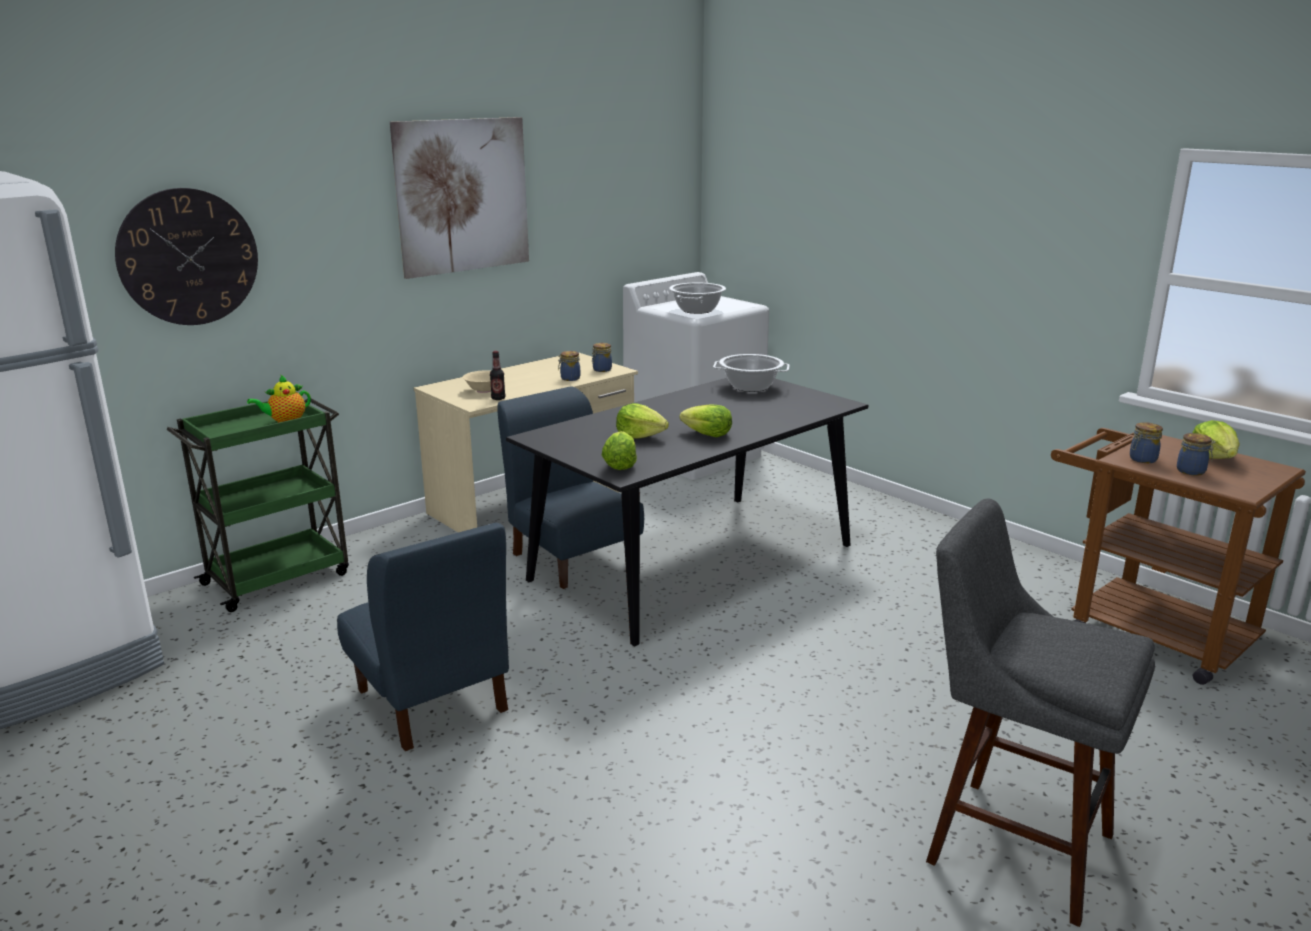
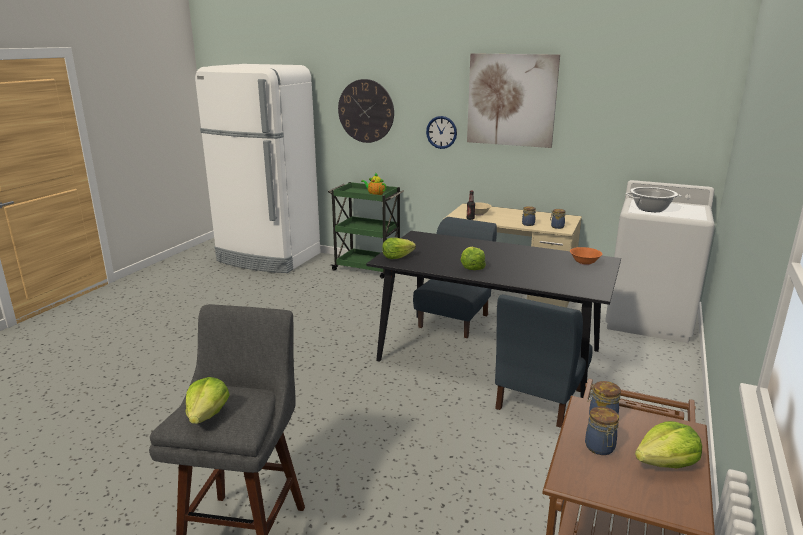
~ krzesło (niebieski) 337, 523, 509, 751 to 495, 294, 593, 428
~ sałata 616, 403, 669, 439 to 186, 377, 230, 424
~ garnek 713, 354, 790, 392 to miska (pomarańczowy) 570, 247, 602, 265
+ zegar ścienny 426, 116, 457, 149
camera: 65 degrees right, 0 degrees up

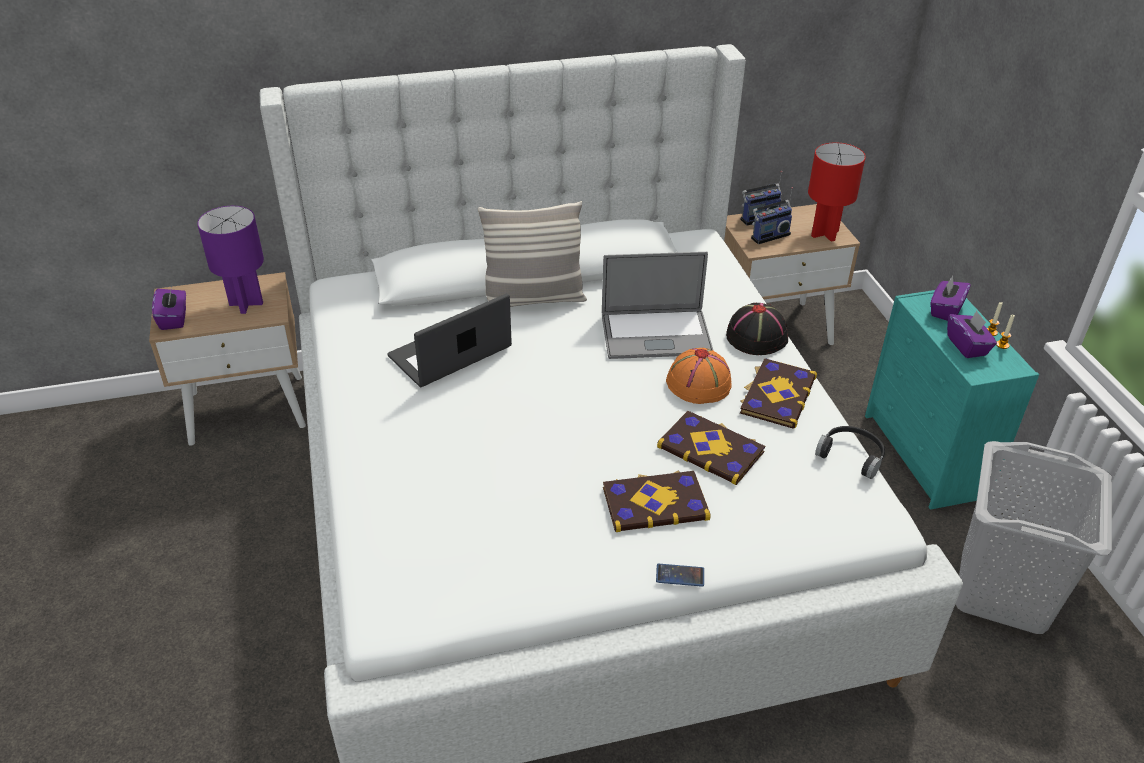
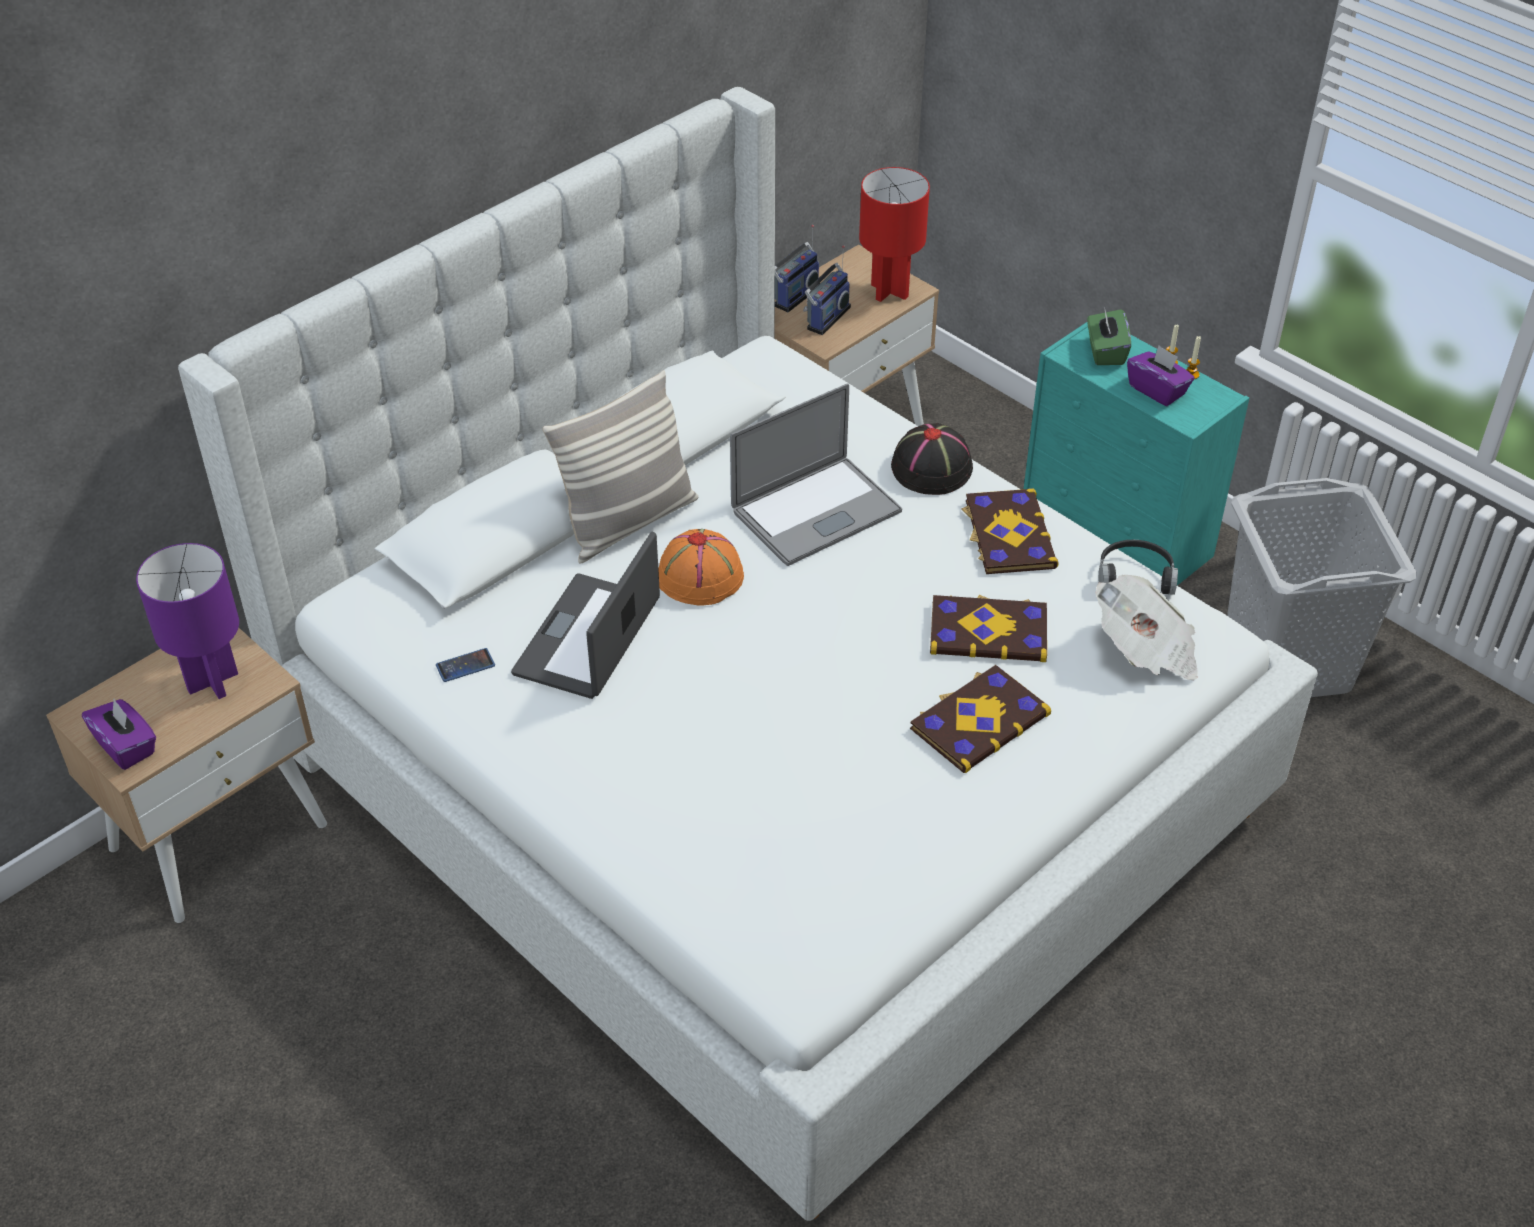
~ telefon 656, 564, 704, 587 to 436, 648, 495, 682
~ kapelusz (pomarańczowy) 666, 348, 732, 404 to 658, 529, 744, 606
~ pudełko chusteczek (fioletowy) 930, 276, 971, 321 to pudełko chusteczek (zielony) 1087, 309, 1131, 365
+ gazeta 1096, 575, 1198, 680
camera: 30 degrees left, 5 degrees up

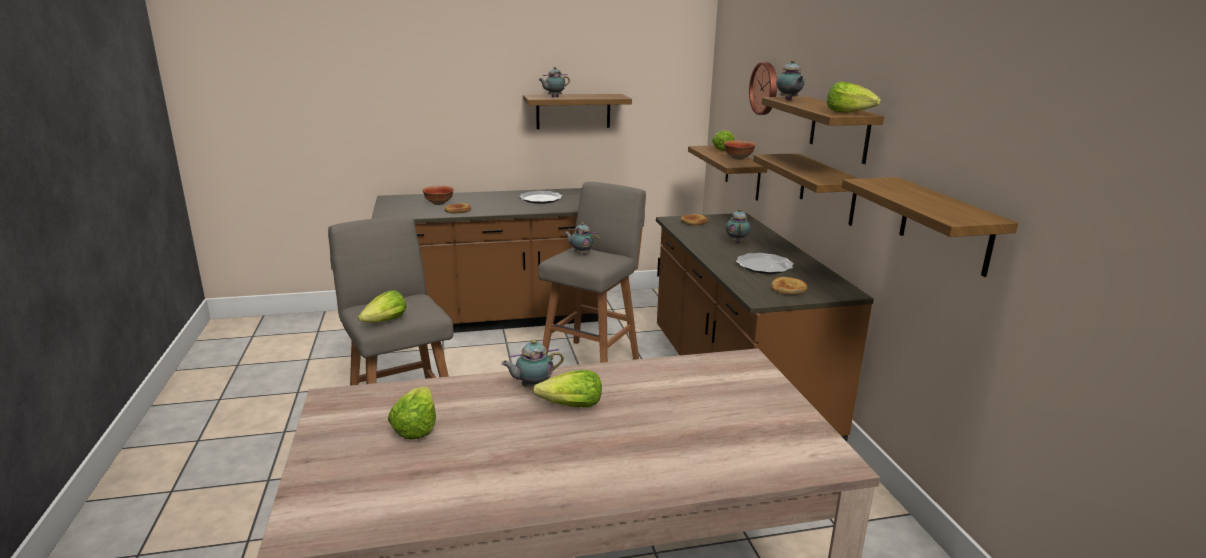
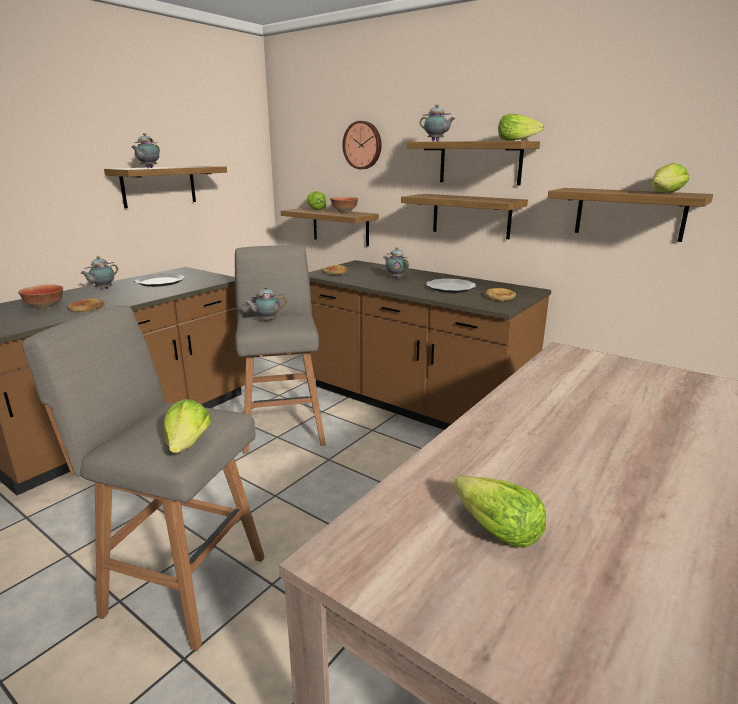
~ imbryk 501, 340, 564, 389 to 81, 256, 118, 290
~ sałata 533, 370, 602, 408 to 652, 163, 689, 193
camera: 40 degrees left, 0 degrees up

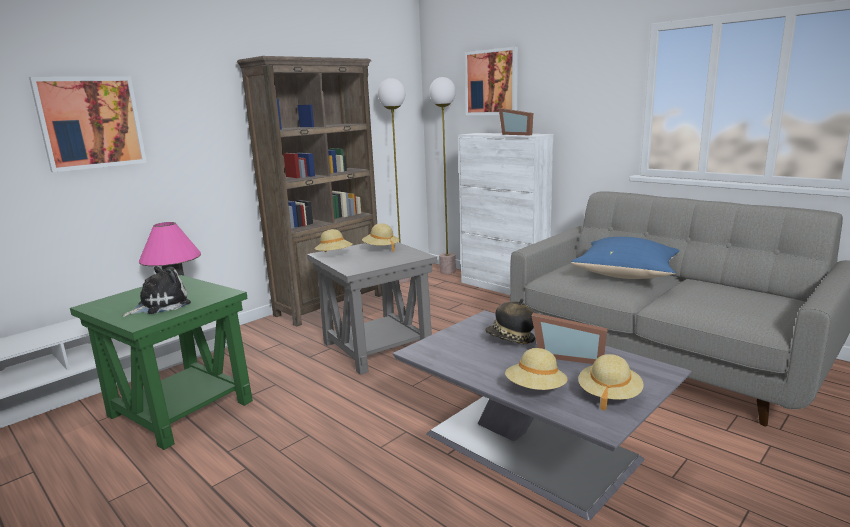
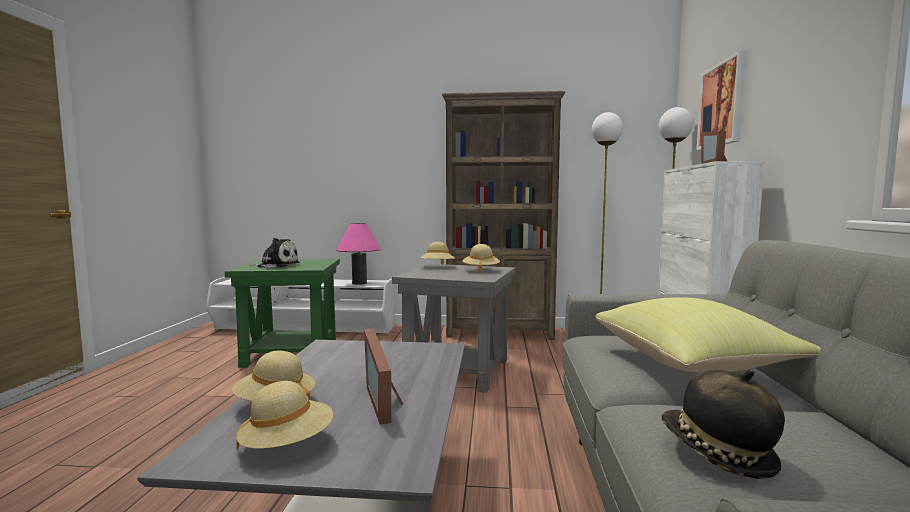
- obraz 29, 77, 147, 172
~ kapelusz 485, 299, 535, 344 to 661, 369, 785, 479
~ poduszka (niebieski) 571, 237, 679, 279 to poduszka (żółty) 595, 297, 821, 373
camera: 50 degrees right, 10 degrees down

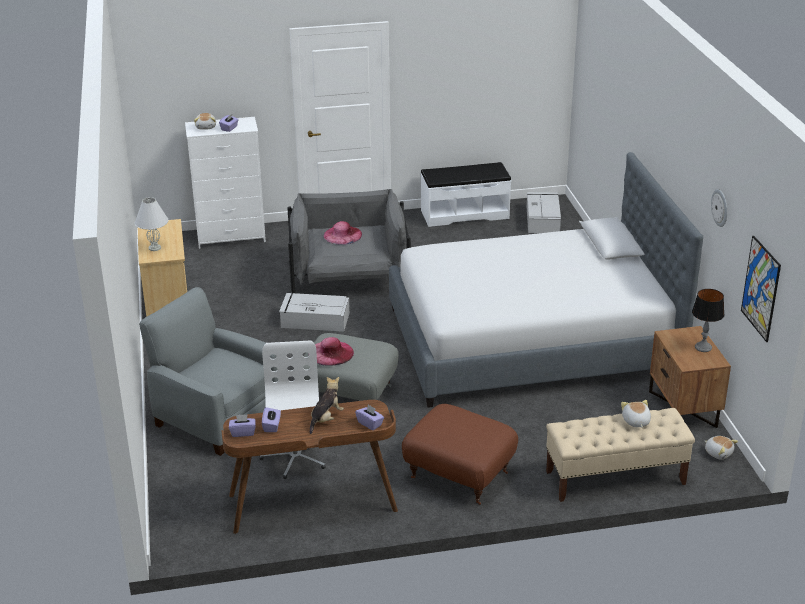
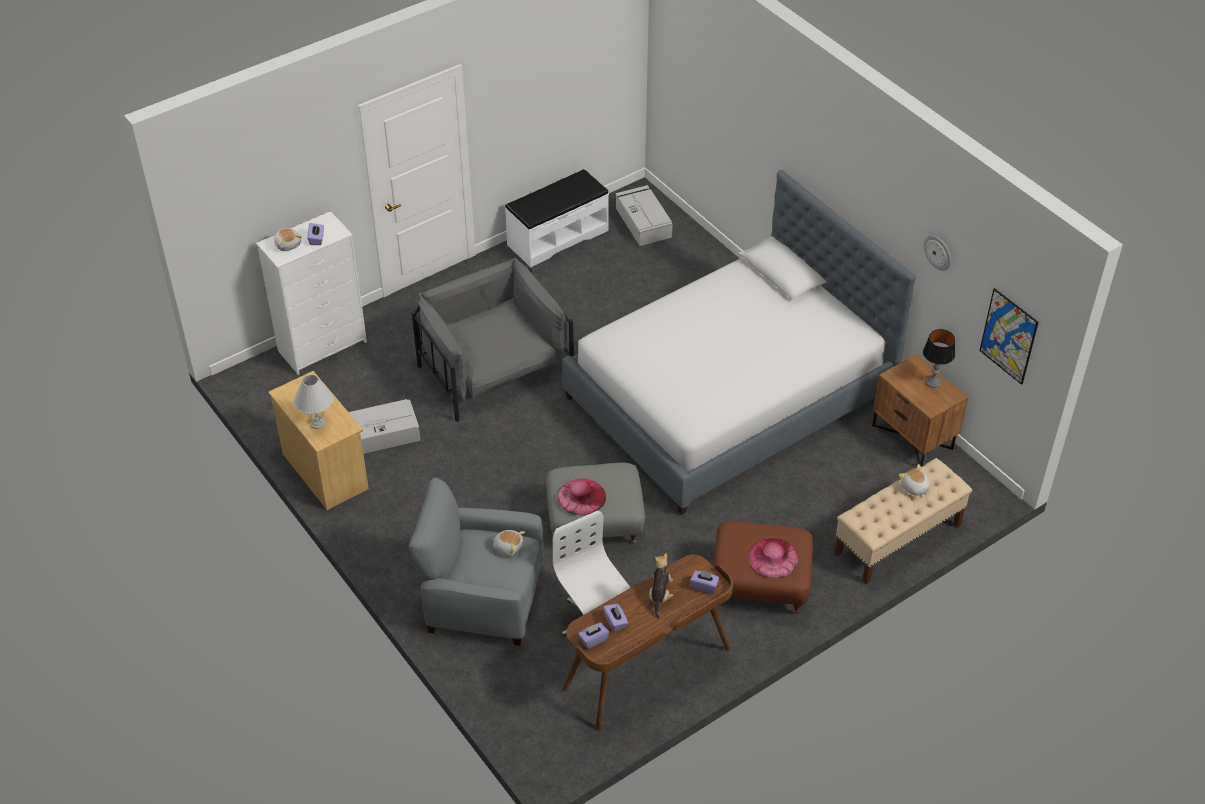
~ pojemnik do przechowywania (szary) 279, 293, 350, 332 to 349, 399, 421, 454
~ kapelusz (różowy) 324, 221, 362, 245 to 748, 538, 799, 578
~ pluszak 705, 436, 738, 460 to 491, 530, 525, 557
camera: 25 degrees left, 15 degrees up

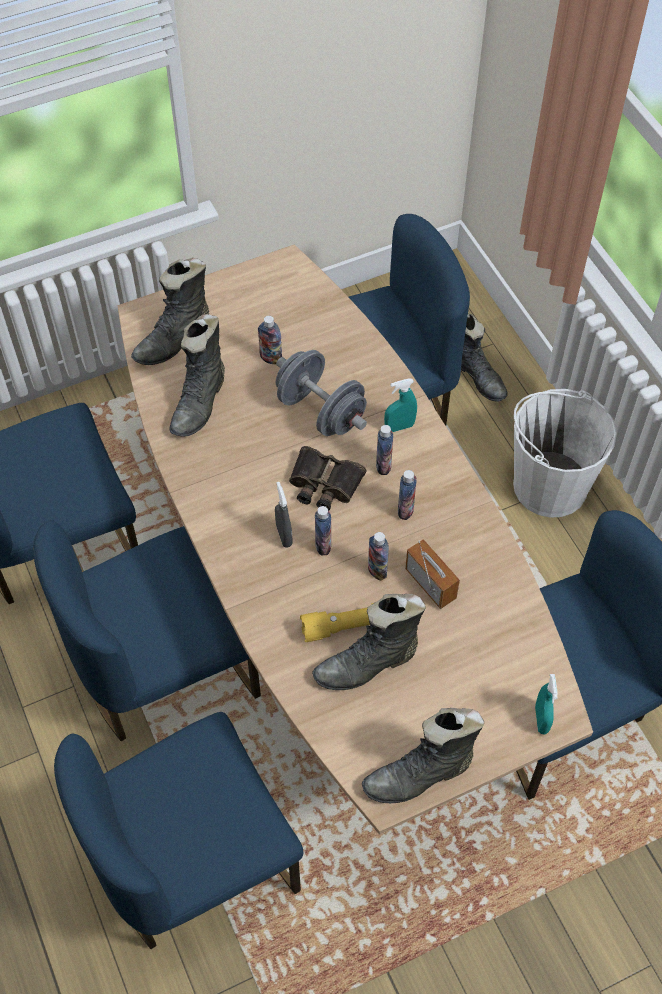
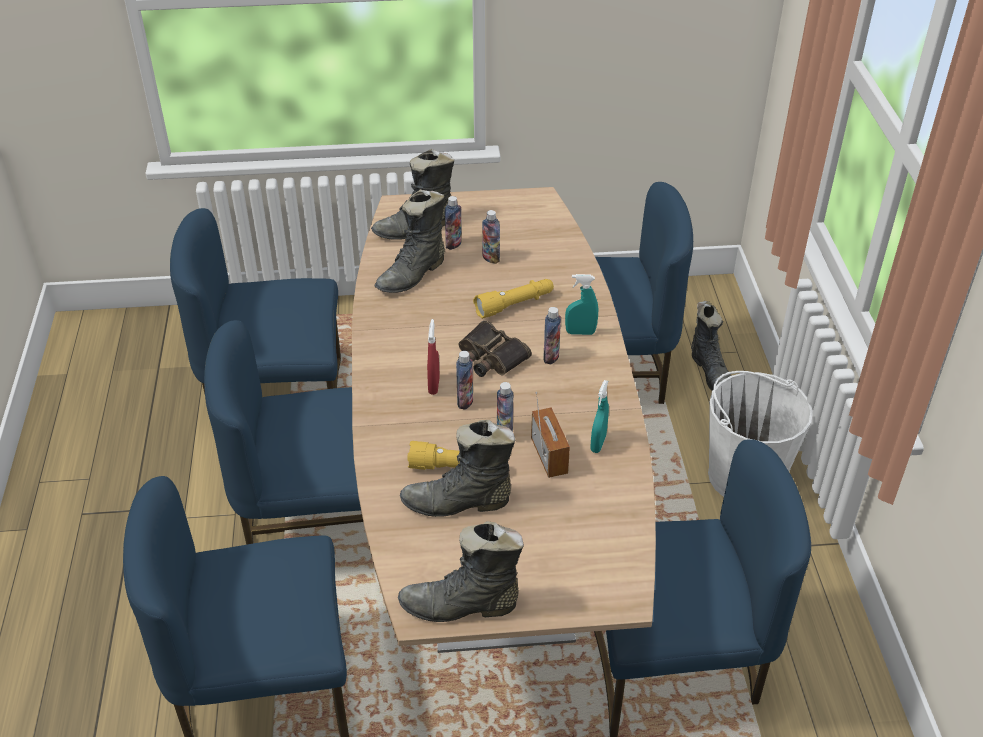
~ spryskiwacz (szary) 275, 482, 293, 548 to spryskiwacz (czerwony) 427, 319, 440, 395
~ hantel (szary) 276, 350, 367, 436 to latarka (żółty) 473, 279, 554, 319
~ butelka 398, 470, 417, 520 to 445, 196, 462, 250
~ spryskiwacz (turkusowy) 535, 674, 557, 734 to 590, 380, 609, 453
camera: 20 degrees right, 15 degrees down

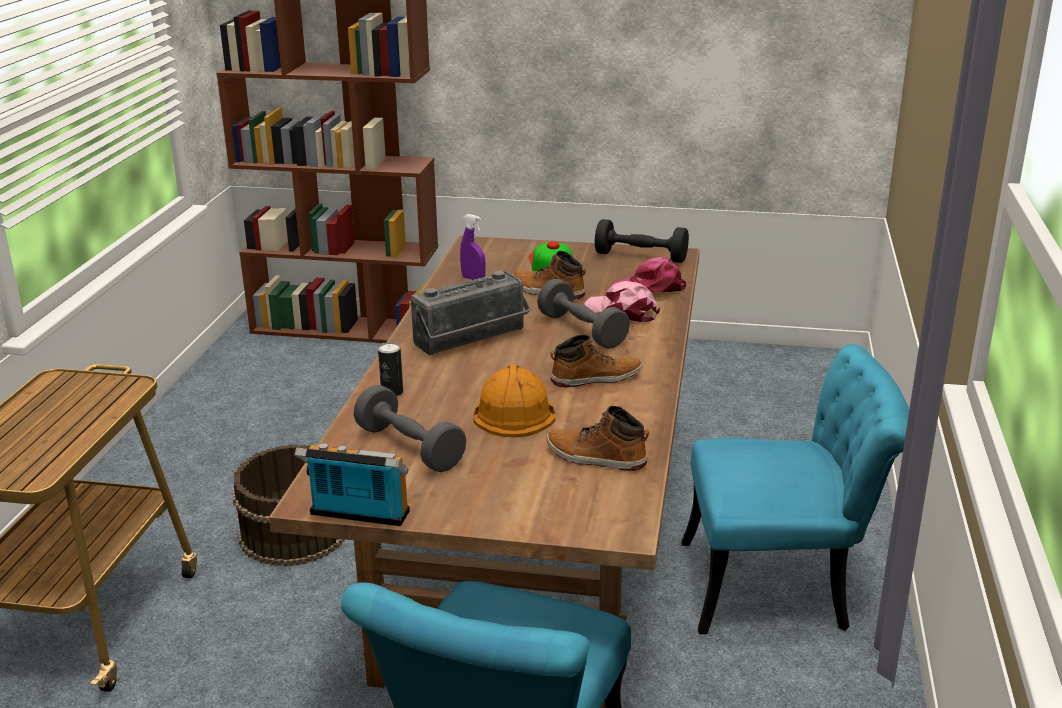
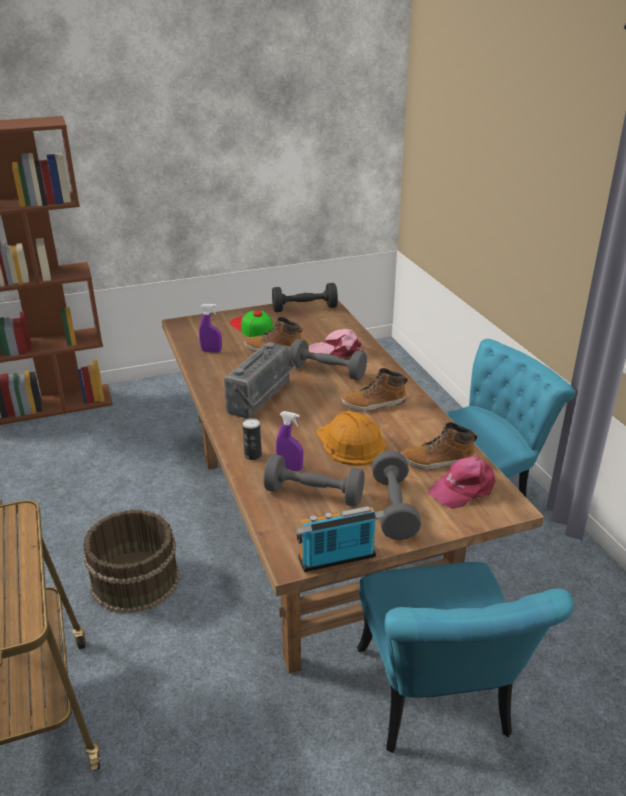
~ but z cholewką 550, 335, 642, 387 = 342, 368, 408, 411 150 degrees counterclockwise
~ czapka z daszkiem (różowy) 612, 257, 686, 292 to 428, 456, 496, 509
+ spryskiwacz (fioletowy) 276, 411, 304, 471
+ hantel (szary) 372, 451, 421, 540
camera: 30 degrees left, 5 degrees up

